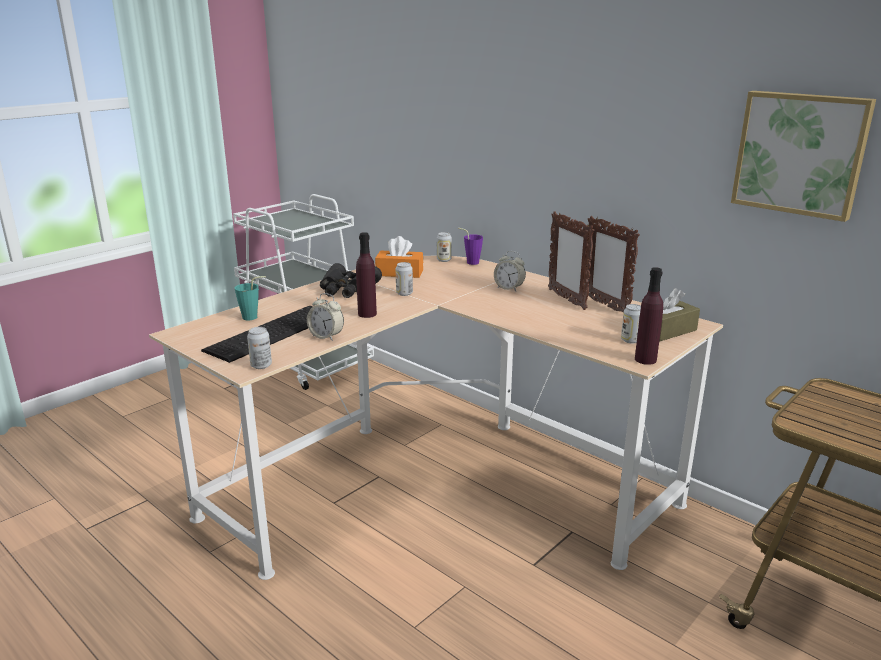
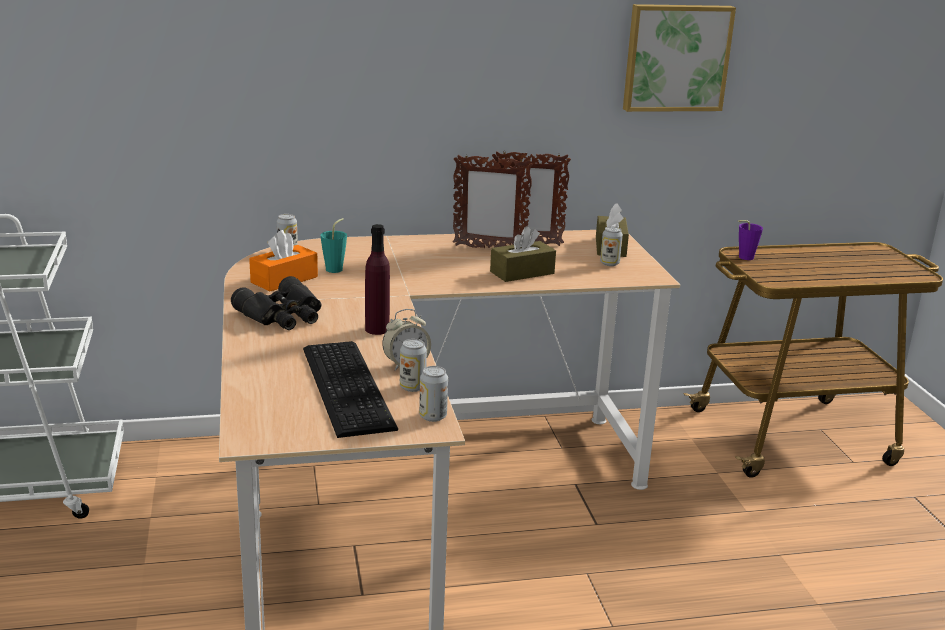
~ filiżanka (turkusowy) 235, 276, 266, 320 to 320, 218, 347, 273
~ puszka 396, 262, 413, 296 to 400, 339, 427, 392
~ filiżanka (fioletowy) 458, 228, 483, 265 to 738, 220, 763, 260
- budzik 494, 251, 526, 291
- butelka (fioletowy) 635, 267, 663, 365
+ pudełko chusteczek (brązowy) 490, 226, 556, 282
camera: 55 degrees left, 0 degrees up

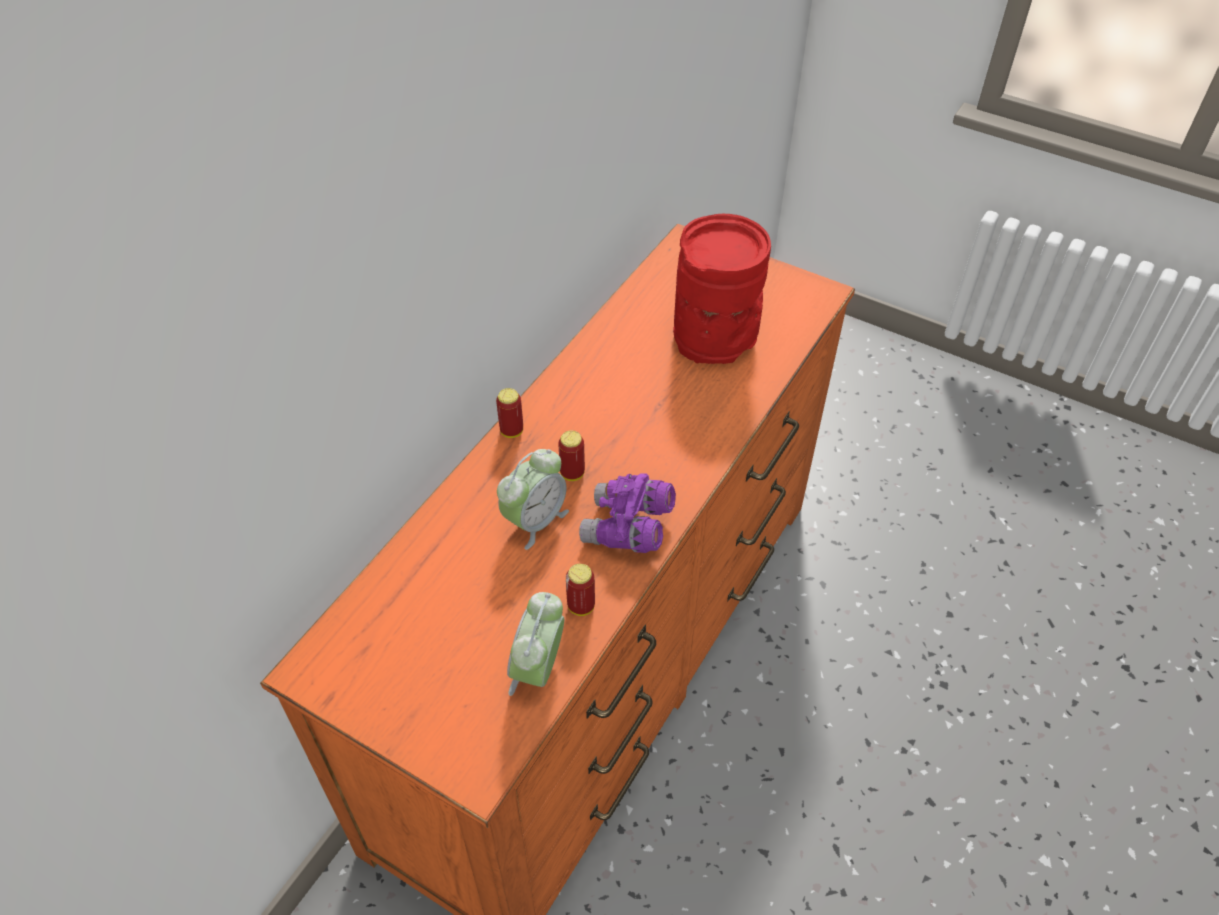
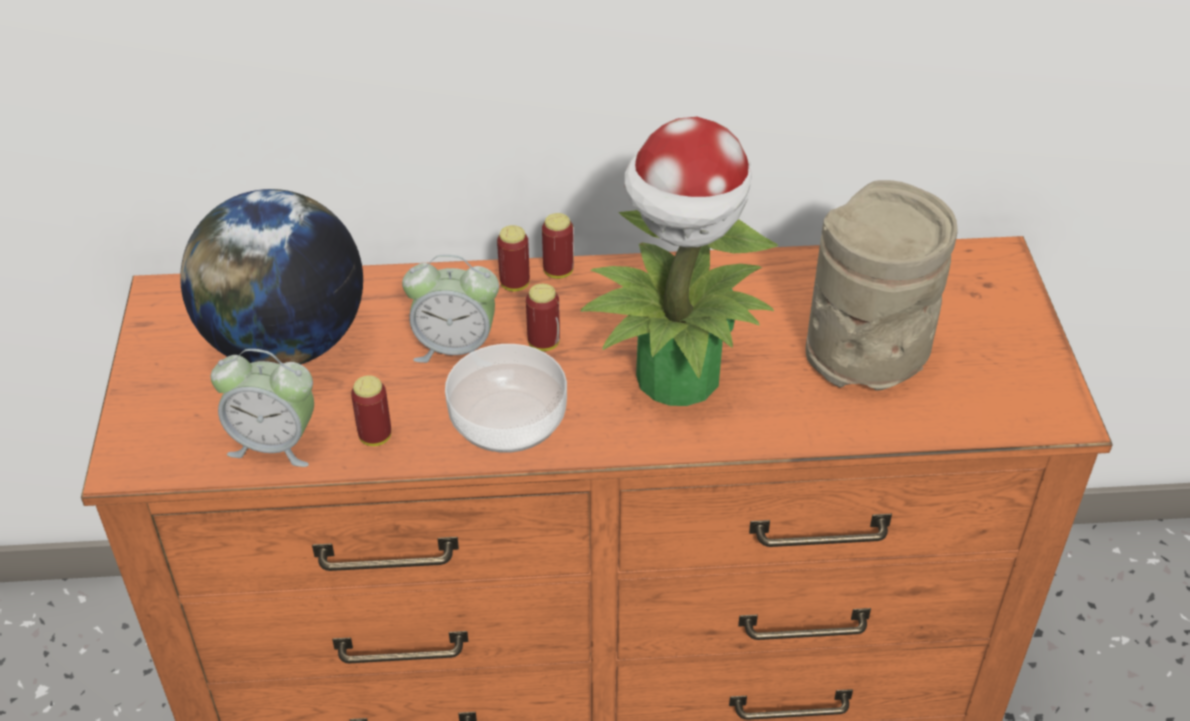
~ budzik 507, 592, 564, 696 = 211, 349, 314, 467 150 degrees counterclockwise
~ lornetka (fioletowy) 579, 473, 676, 553 to miska 445, 344, 567, 453
~ wazon (czerwony) 673, 214, 771, 364 to wazon (beżowy) 806, 180, 958, 390
+ globus 180, 189, 363, 364
+ puszka 497, 225, 530, 291
+ roślina doniczkowa 580, 117, 778, 406
camera: 55 degrees right, 5 degrees down

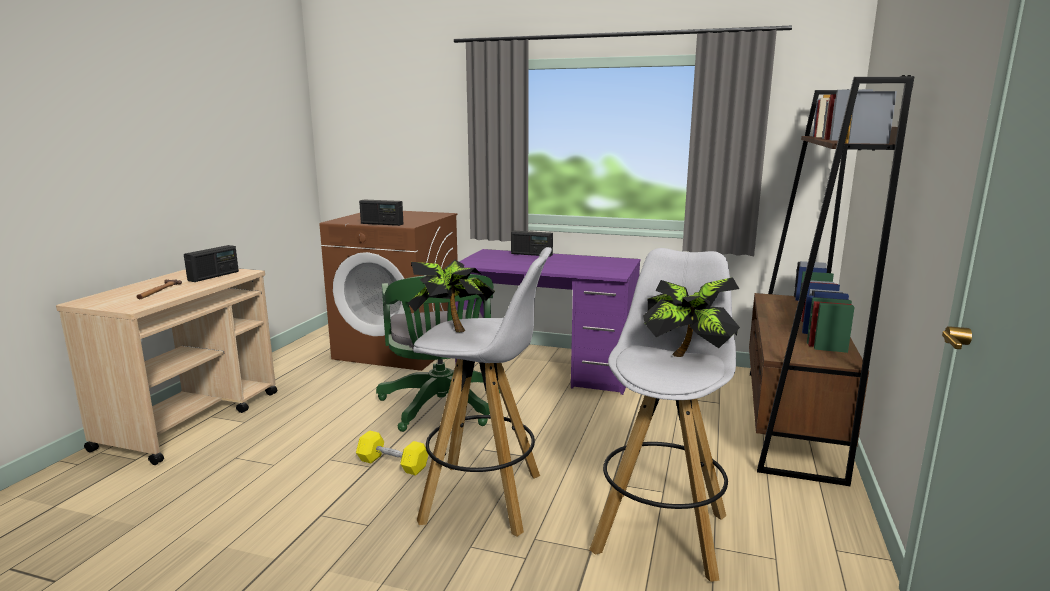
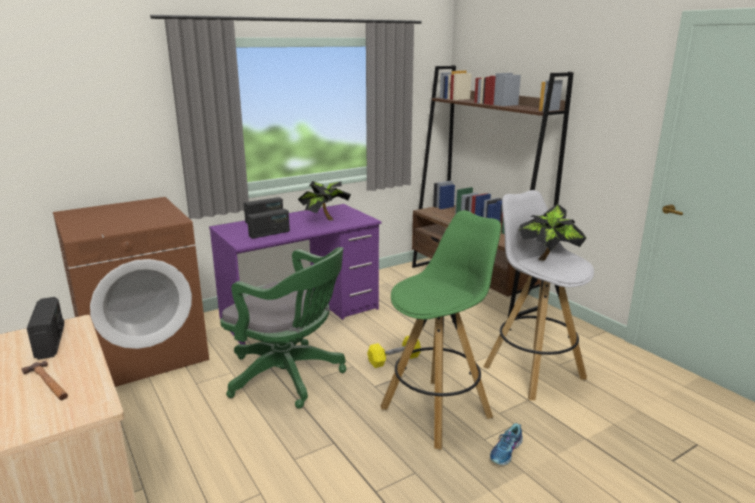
~ hantel (żółty) 356, 431, 428, 475 to 367, 336, 421, 368
~ radio 359, 199, 403, 226 to 247, 209, 290, 239
~ roślina doniczkowa 408, 260, 495, 332 to 298, 181, 351, 220
~ stołek (biały) 413, 247, 552, 537 to stołek (zielony) 381, 210, 501, 450
+ but 490, 423, 523, 465
camera: 50 degrees left, 5 degrees up

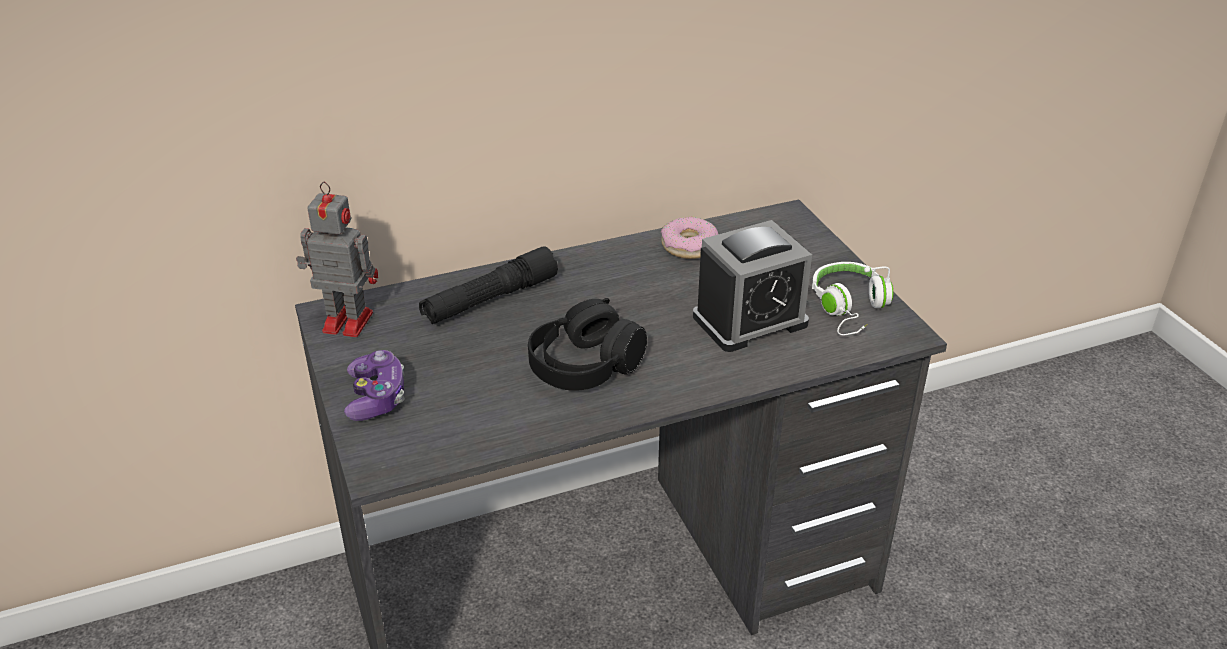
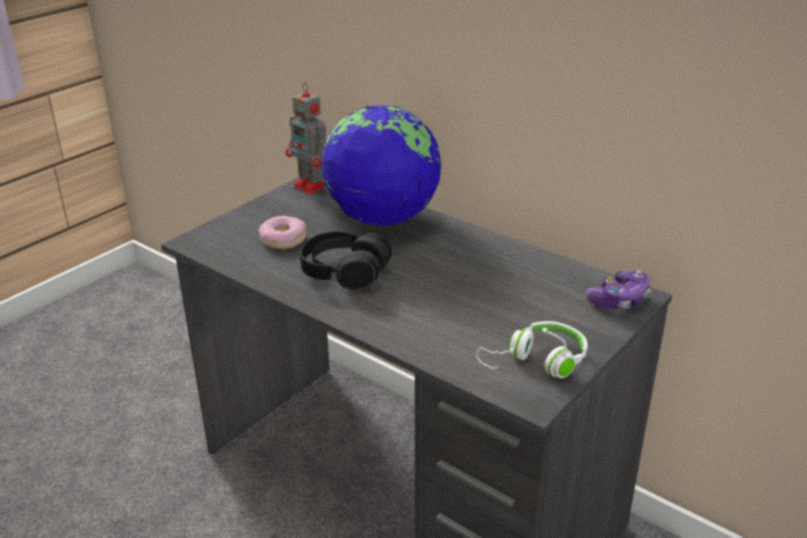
~ robot zabawkowy 296, 182, 378, 337 = 286, 82, 326, 195 150 degrees clockwise
~ pad do gier 344, 350, 405, 421 to 586, 270, 651, 309
~ latarka (czarny) 419, 246, 558, 324 to globus 321, 105, 441, 226
~ donut 661, 217, 718, 259 to 259, 216, 307, 249
- budzik 693, 220, 812, 352
camera: 60 degrees right, 5 degrees down

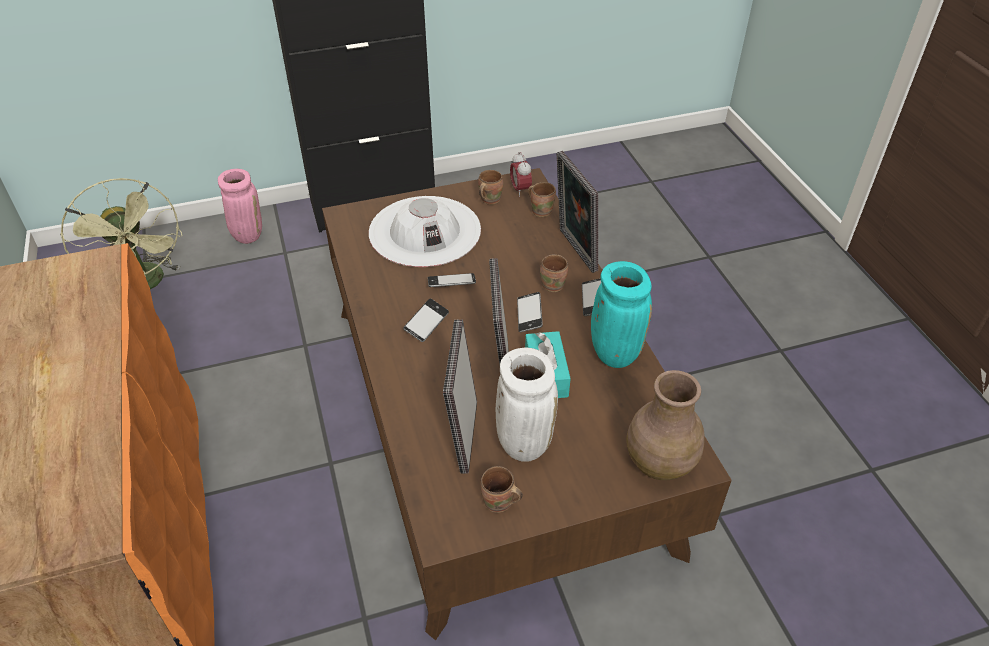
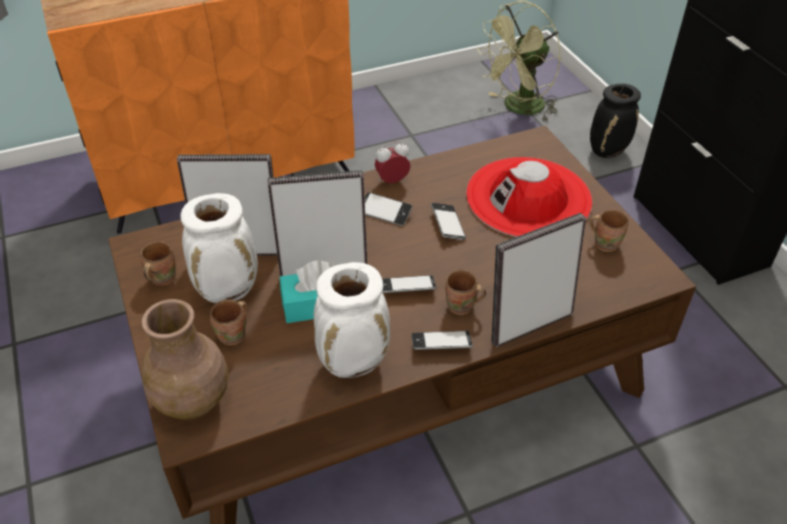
~ wazon (różowy) 218, 169, 262, 244 to wazon (czarny) 590, 84, 641, 158
~ kapelusz (biały) 369, 196, 481, 267 to kapelusz (czerwony) 466, 157, 592, 237
~ budzik 510, 152, 532, 197 to 375, 141, 410, 183
~ kubek (brązowy) 528, 182, 556, 217 to 210, 299, 248, 345
~ wazon (turkusowy) 591, 261, 652, 368 to wazon (biały) 314, 262, 390, 378
camera: 85 degrees right, 0 degrees up

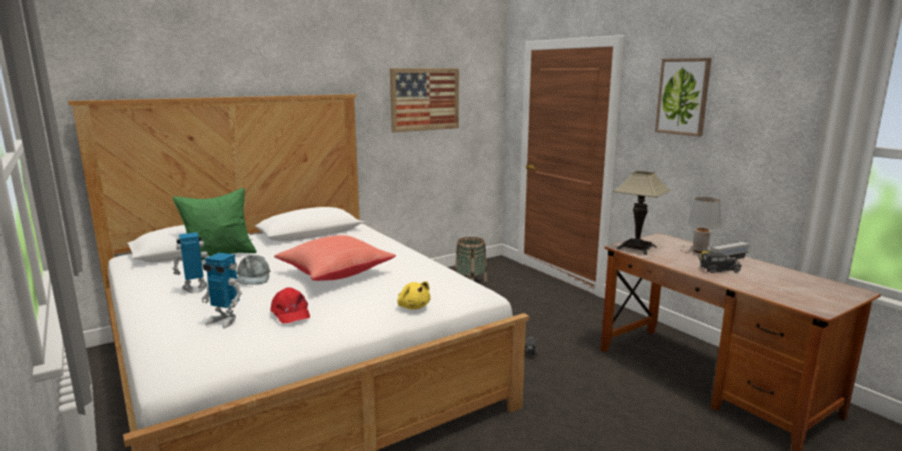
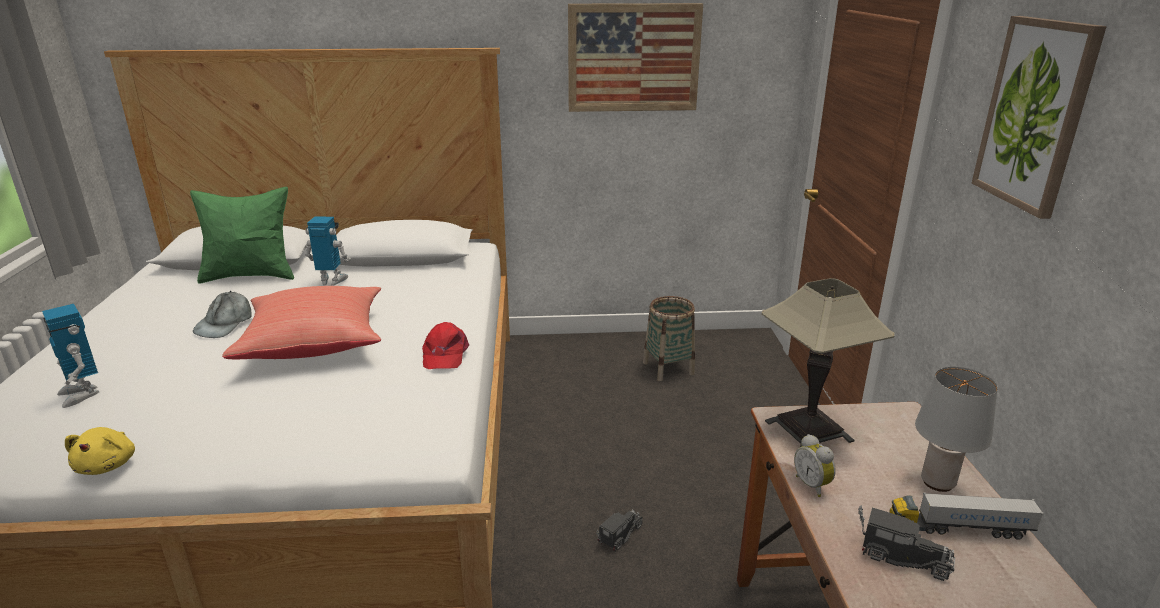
~ robot zabawkowy 172, 232, 209, 293 to 305, 216, 351, 286
~ czapka z daszkiem (czerwony) 270, 288, 310, 323 to 422, 322, 469, 369
~ pluszak (żółty) 397, 281, 431, 309 to 65, 427, 135, 475
+ budzik 794, 434, 836, 497
camera: 30 degrees right, 10 degrees up

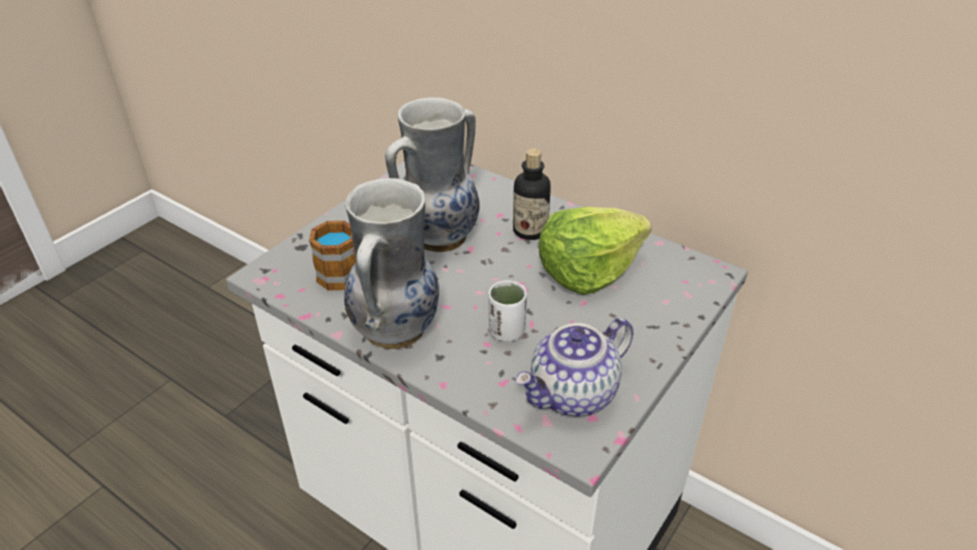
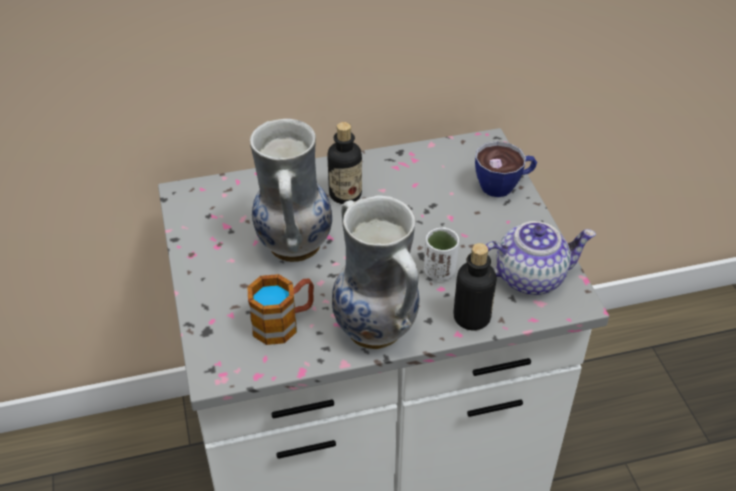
~ imbryk 515, 317, 634, 416 = 486, 221, 596, 295 105 degrees counterclockwise
- sałata 539, 207, 652, 295
+ butelka 453, 243, 496, 330
+ filiżanka 475, 141, 537, 197
camera: 50 degrees left, 5 degrees up

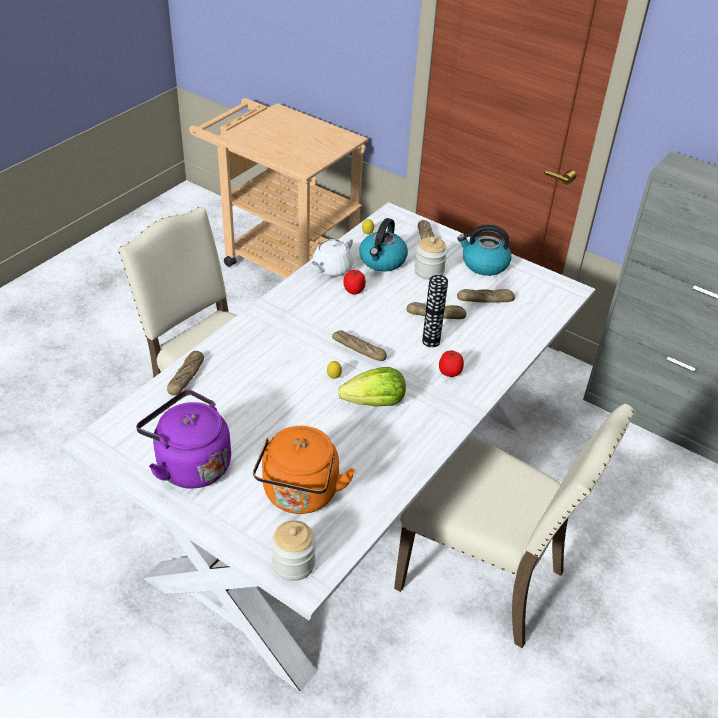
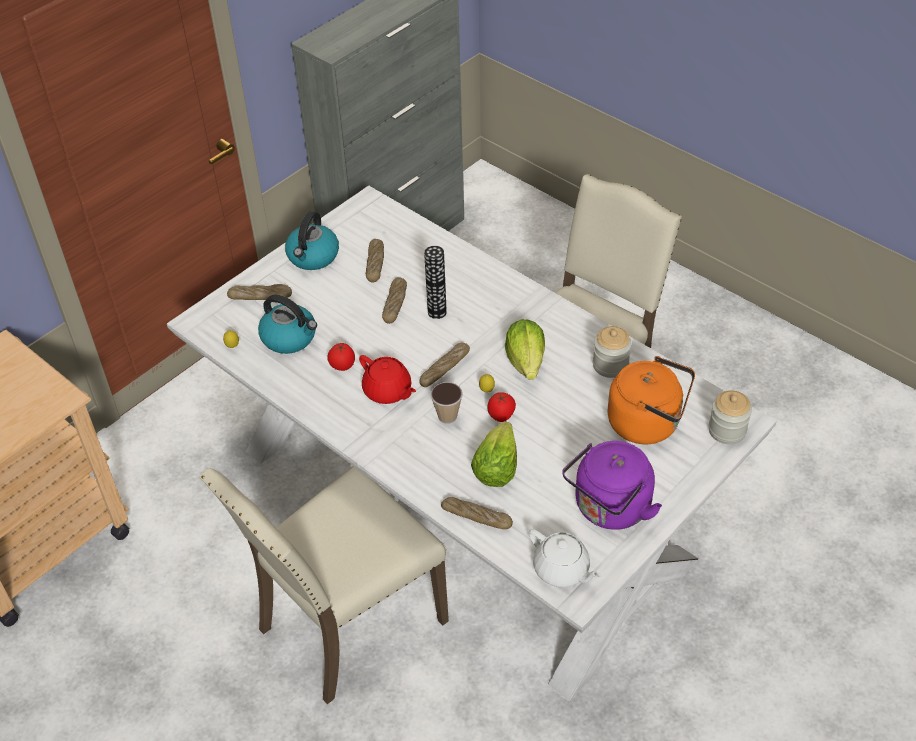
~ imbryk (biały) 311, 238, 353, 277 to 529, 529, 601, 588
~ słoik 415, 237, 447, 280 to 593, 326, 631, 378
~ pomidor 439, 351, 464, 377 to 487, 392, 516, 422
+ imbryk (czerwony) 359, 355, 416, 404
+ filiżanka 431, 382, 463, 424
+ sałata 471, 421, 517, 487
camera: 80 degrees left, 5 degrees up

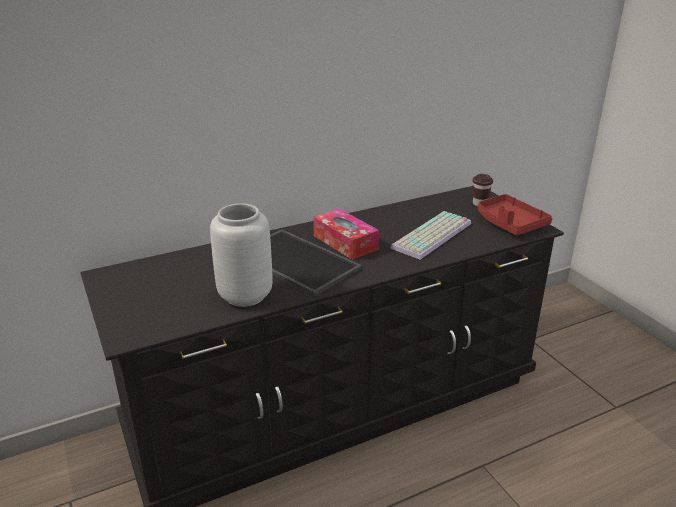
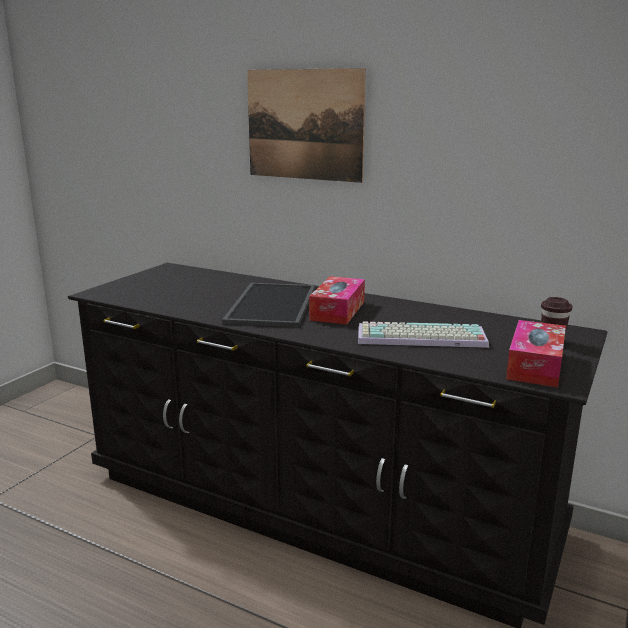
- wazon (szary) 210, 203, 272, 307
~ taca (czerwony) 478, 194, 552, 235 to pudełko chusteczek 506, 320, 566, 387
+ obraz 247, 68, 366, 183
camera: 55 degrees right, 10 degrees down

